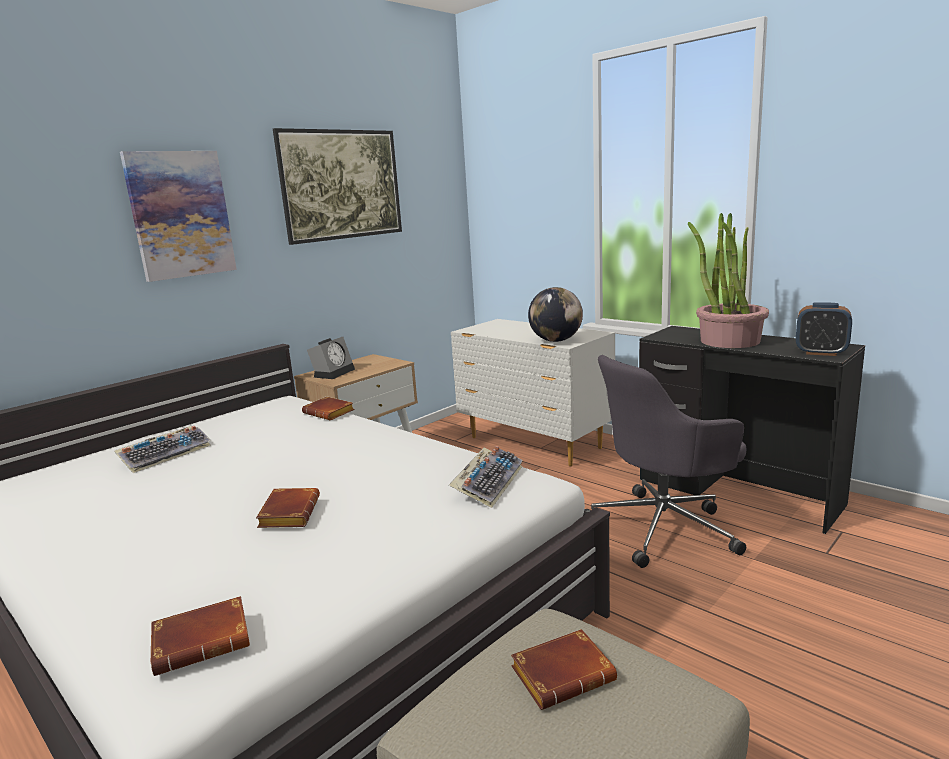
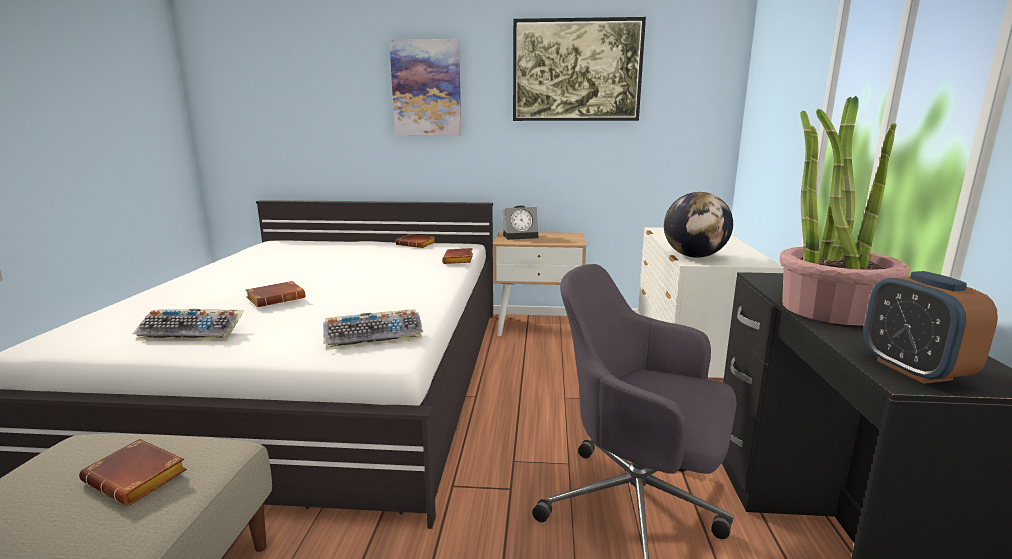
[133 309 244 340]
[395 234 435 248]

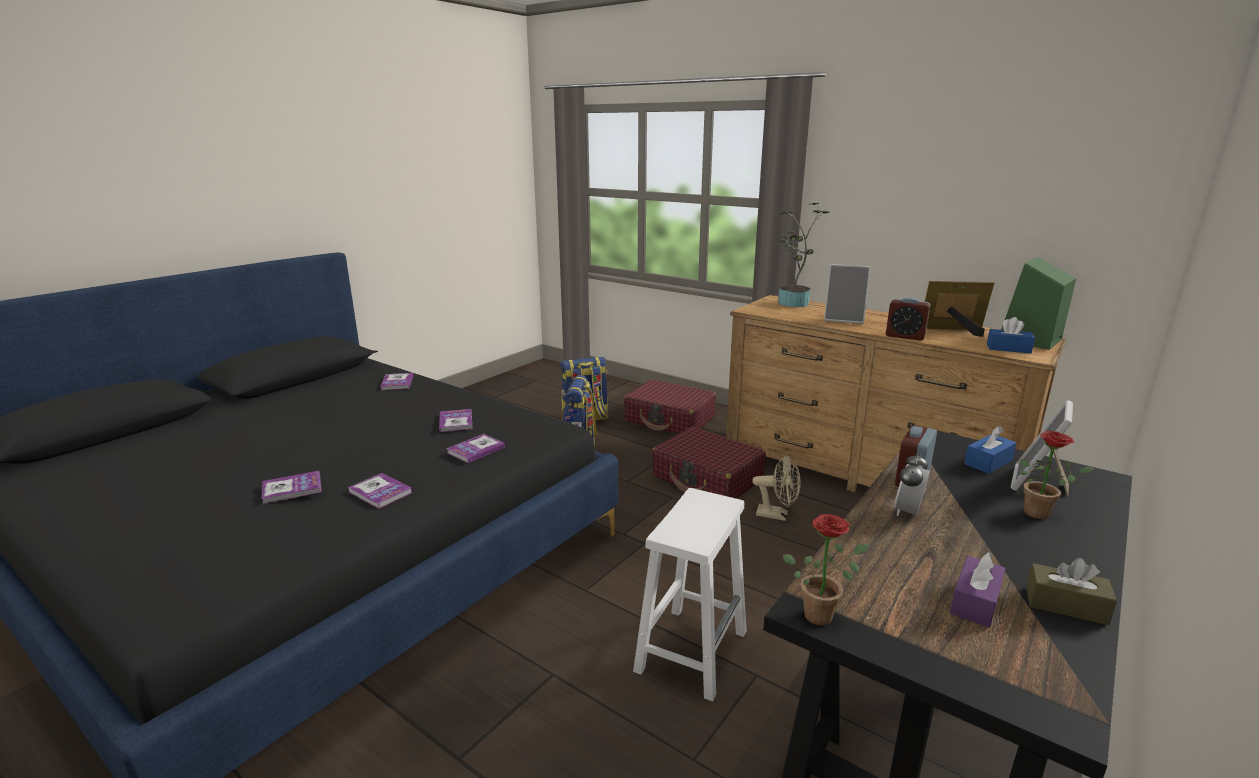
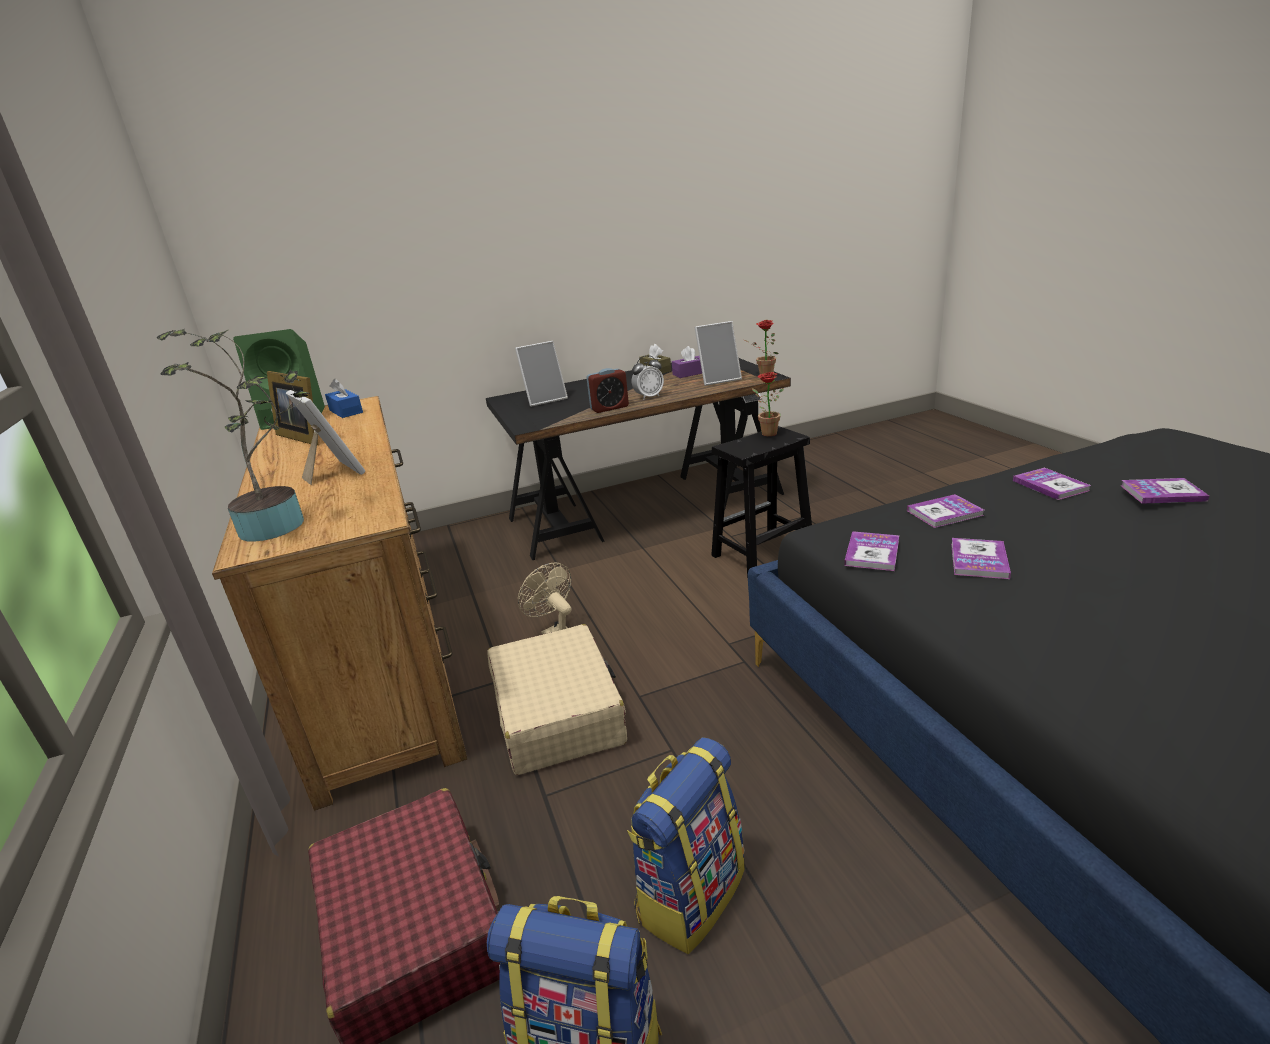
[487 624 627 775]
[695 321 742 386]
[711 426 812 578]
[752 372 784 436]
[844 531 899 571]
[886 298 930 341] (first image)
[964 426 1016 474] (first image)

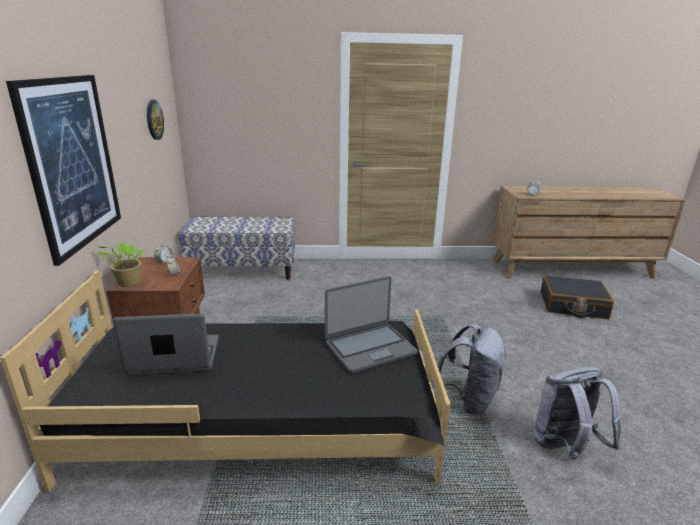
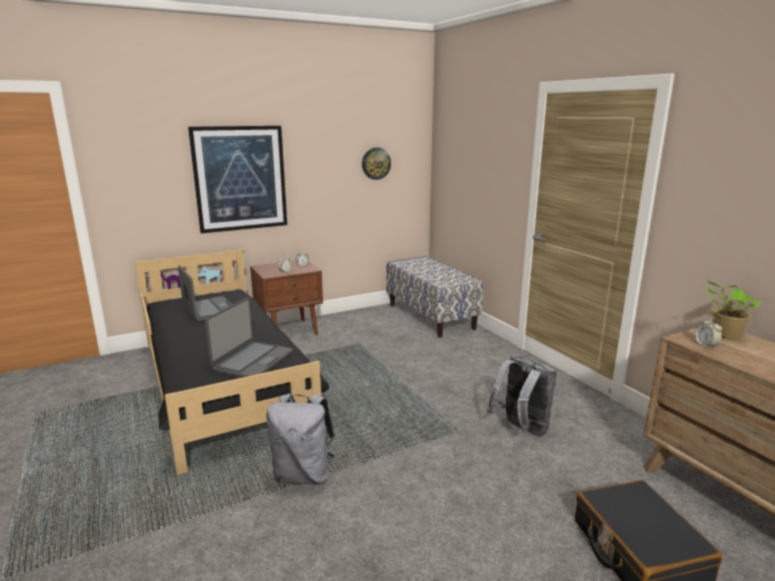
[205 297 293 377]
[487 356 557 436]
[703 281 762 339]

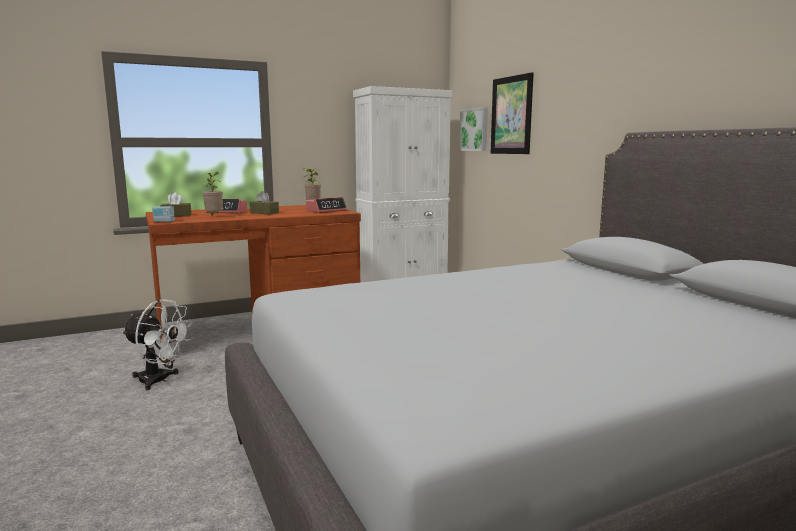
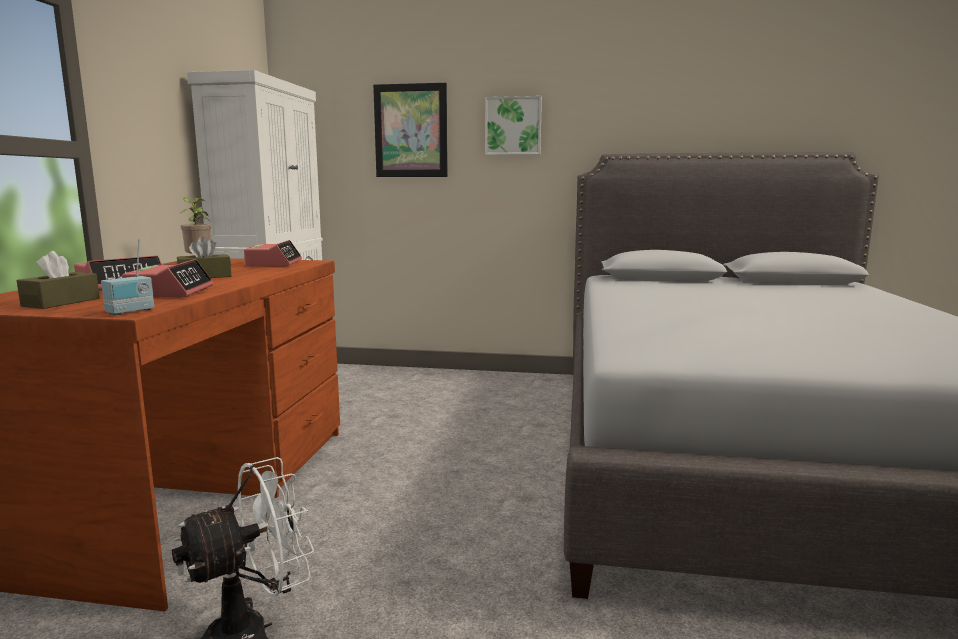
[122 259 213 298]
[485 96 542 155]

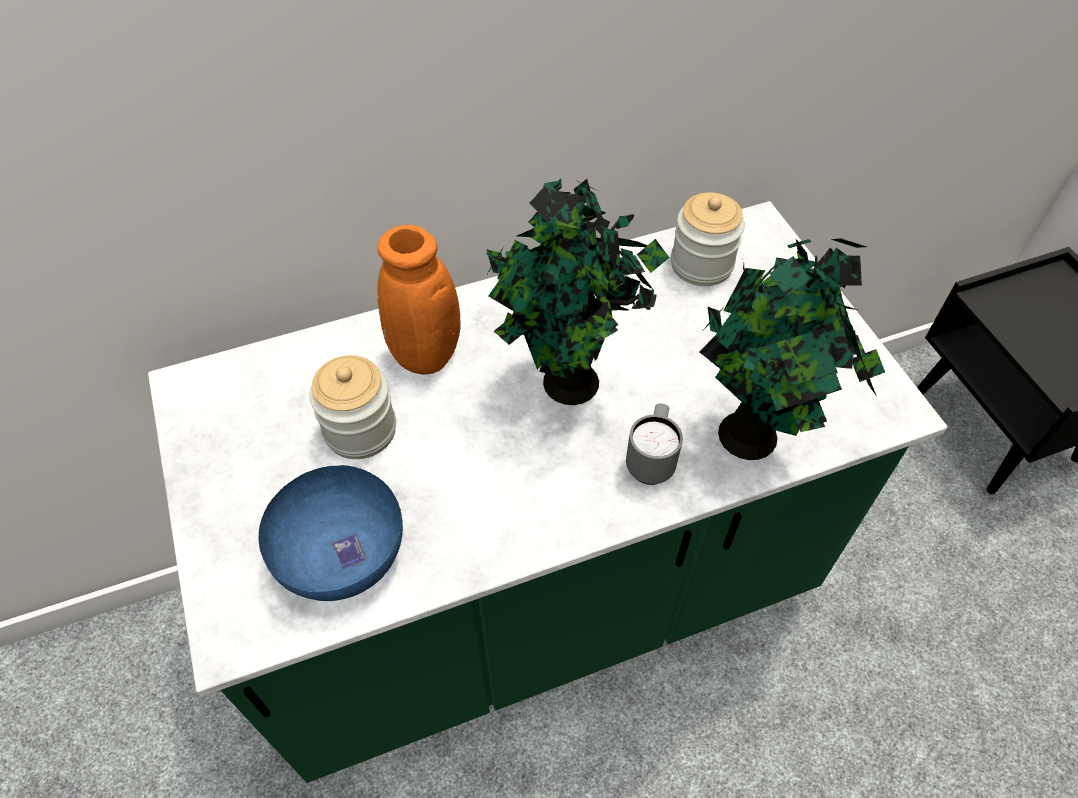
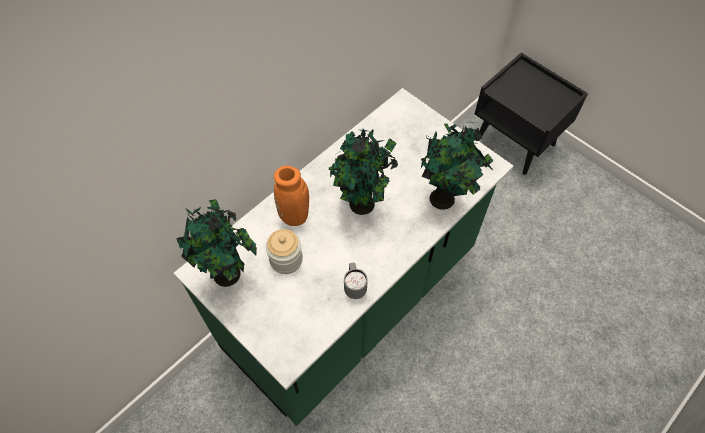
[176 199 257 287]
[344 263 368 299]
[258 465 403 601] (first image)
[671 192 745 286] (first image)

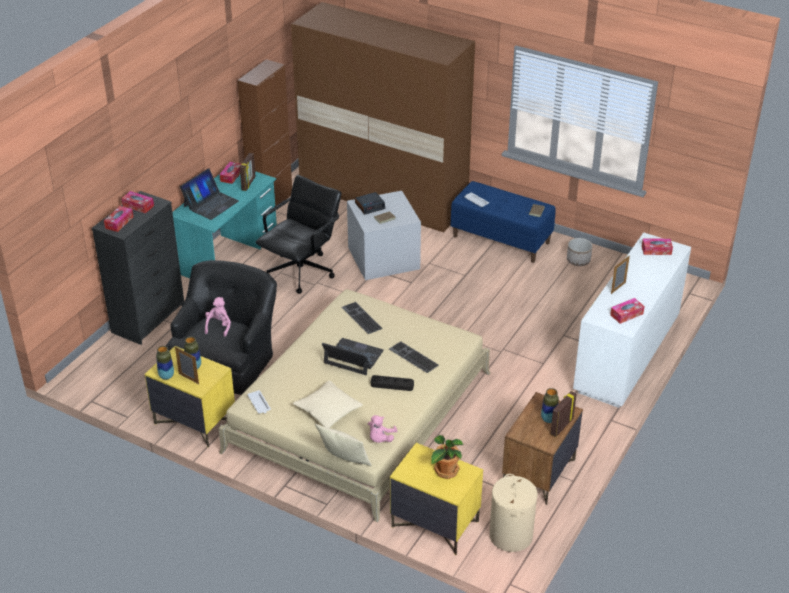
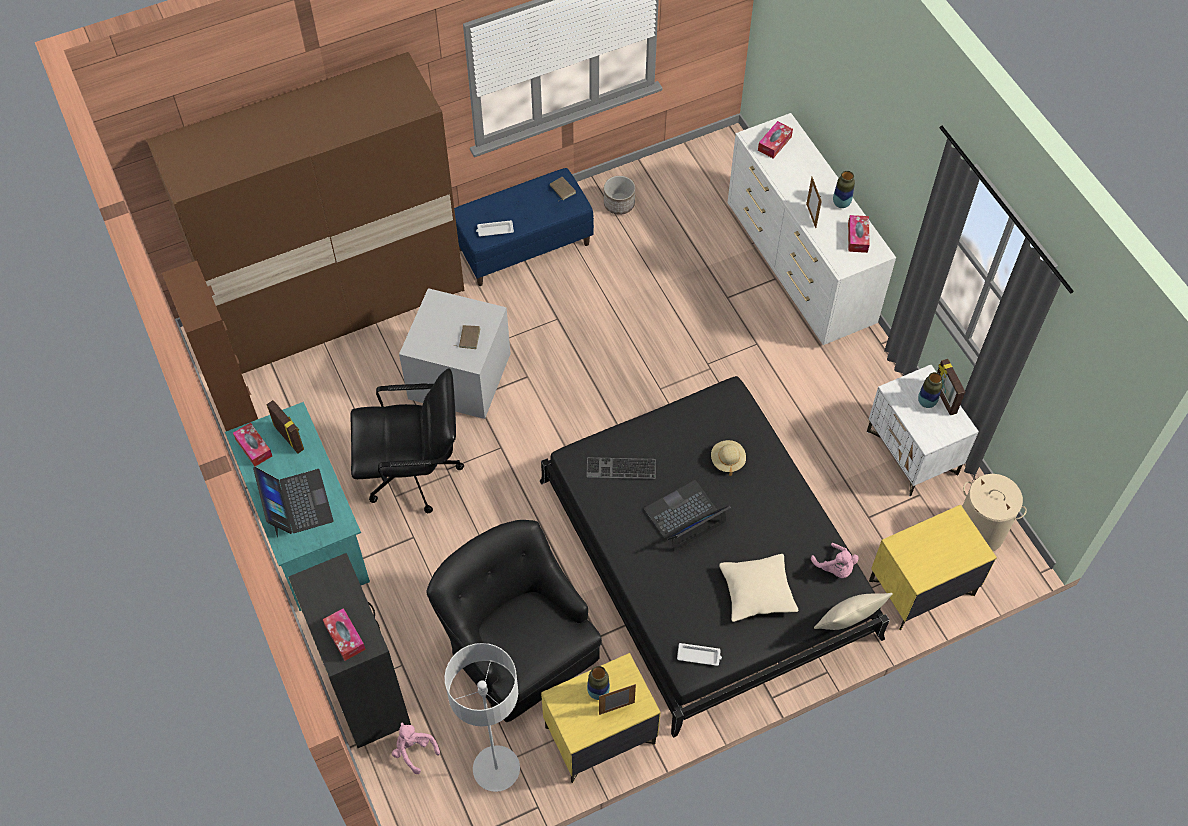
[350 368 464 514]
[392 723 440 774]
[444 643 520 792]
[540 376 890 738]
[711 440 746 476]
[833 171 855 208]
[867 365 979 497]
[121 191 154 213] (first image)
[355 192 385 214] (first image)
[371 375 414 391] (first image)
[431 435 463 479] (first image)

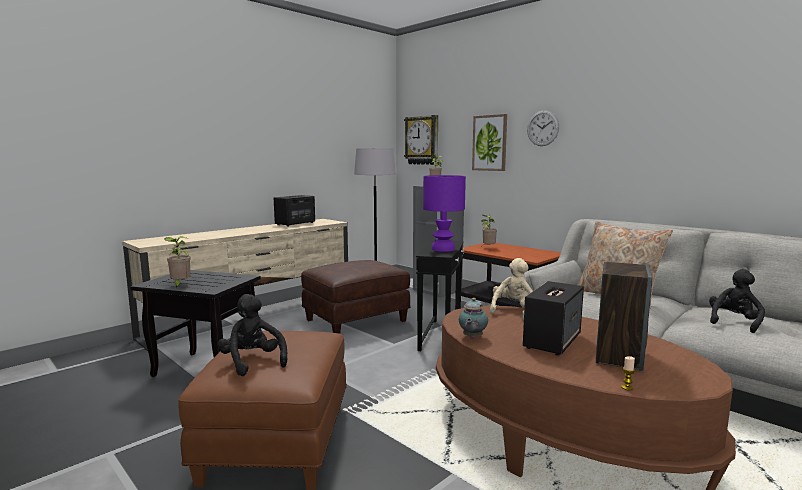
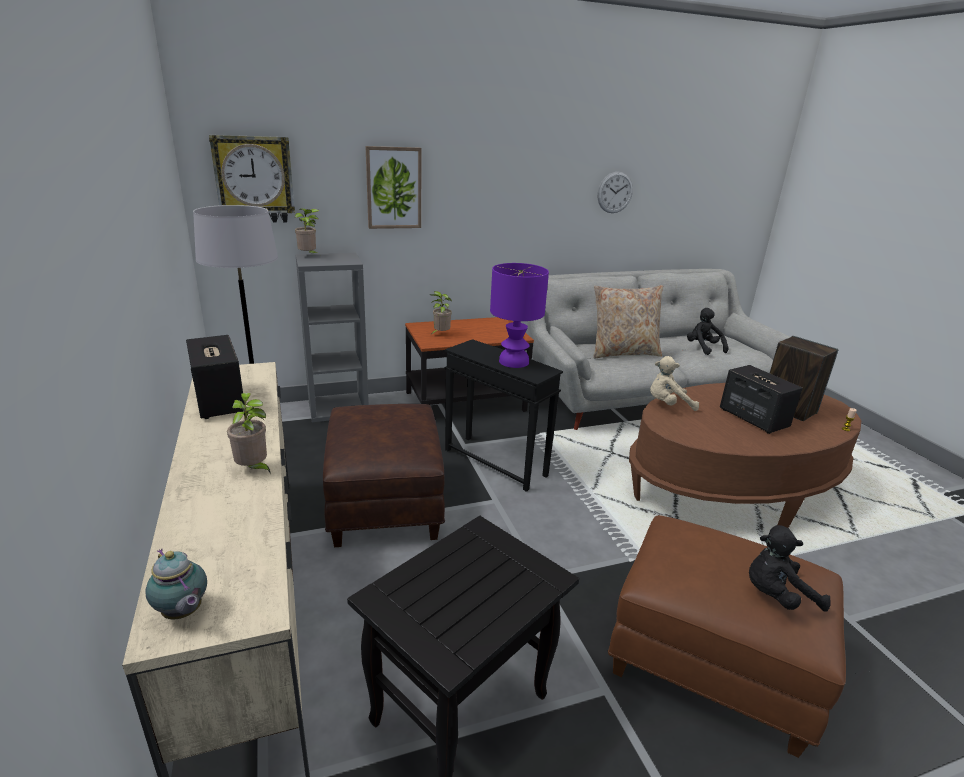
[146 549 207 619]
[227 393 271 474]
[597 172 633 213]
[650 356 699 411]

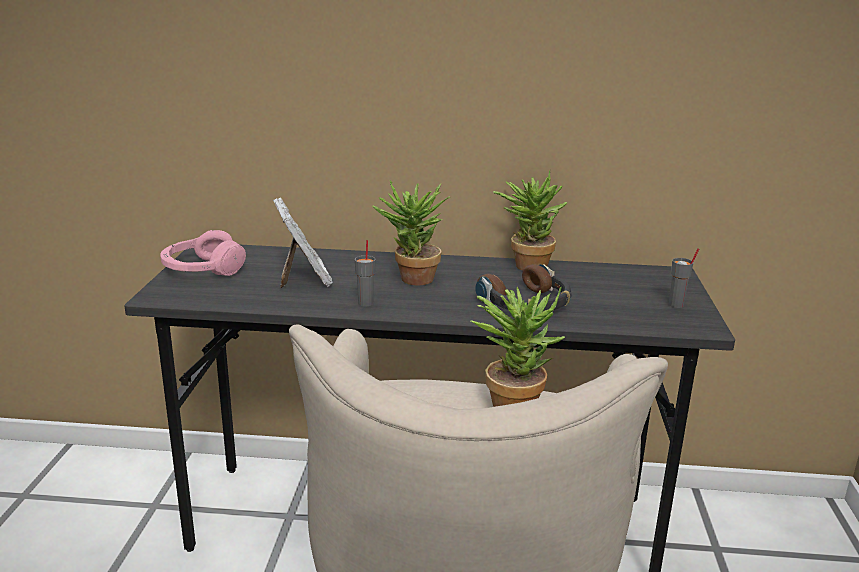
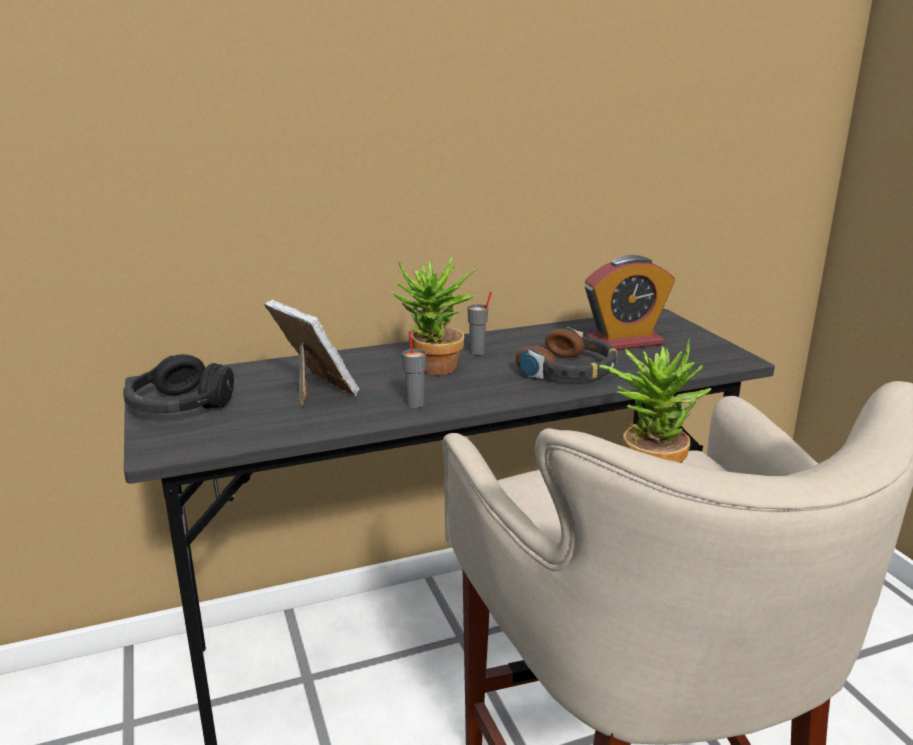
[123 354 234 413]
[467 292 492 355]
[584 255 675 350]
[493 170 568 271] (first image)

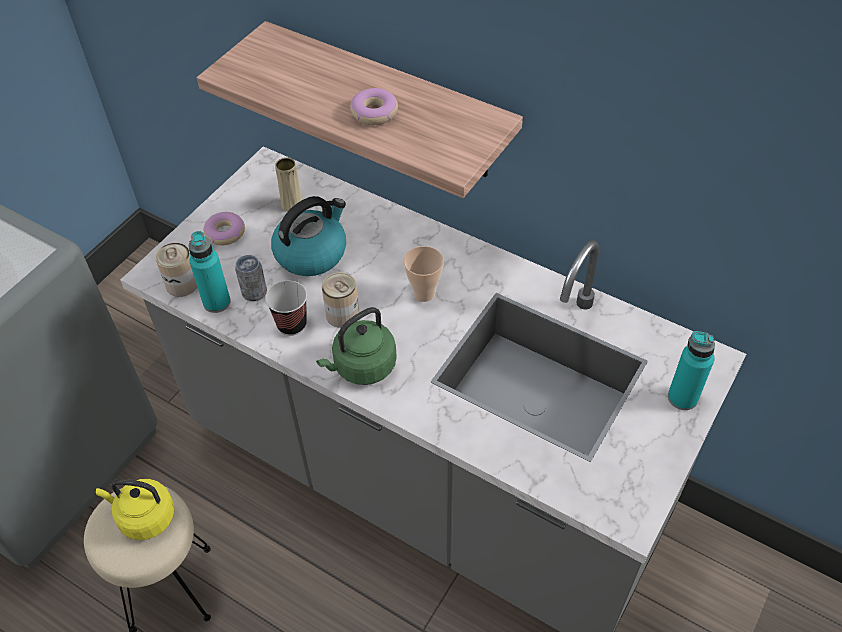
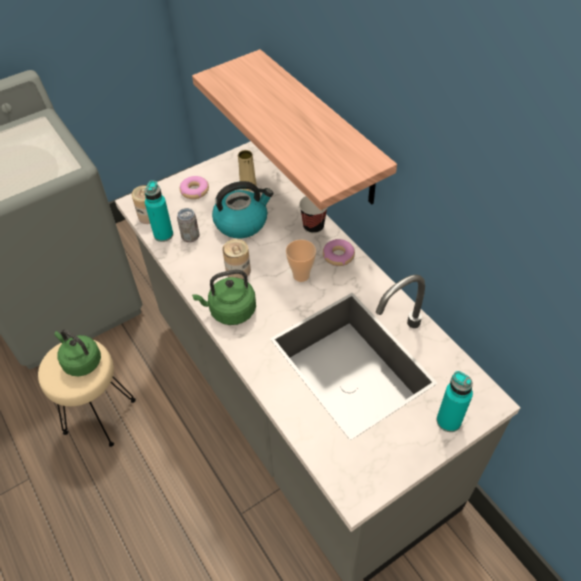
[54 330 101 376]
[299 196 328 234]
[323 239 355 266]

